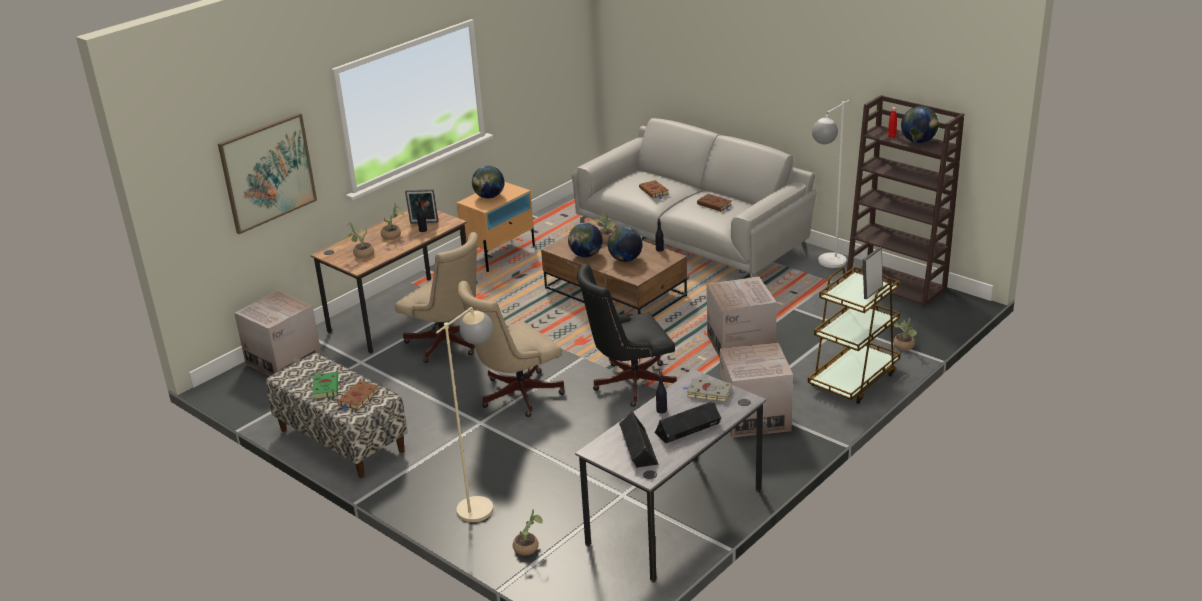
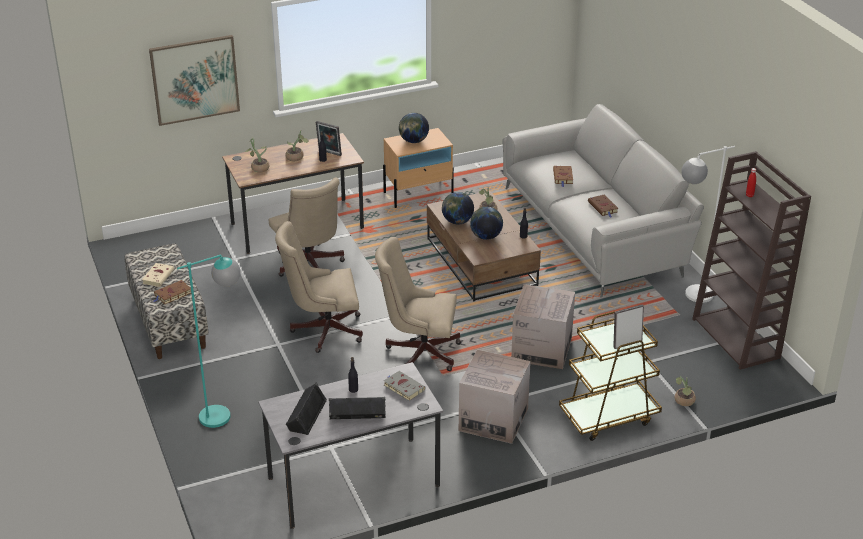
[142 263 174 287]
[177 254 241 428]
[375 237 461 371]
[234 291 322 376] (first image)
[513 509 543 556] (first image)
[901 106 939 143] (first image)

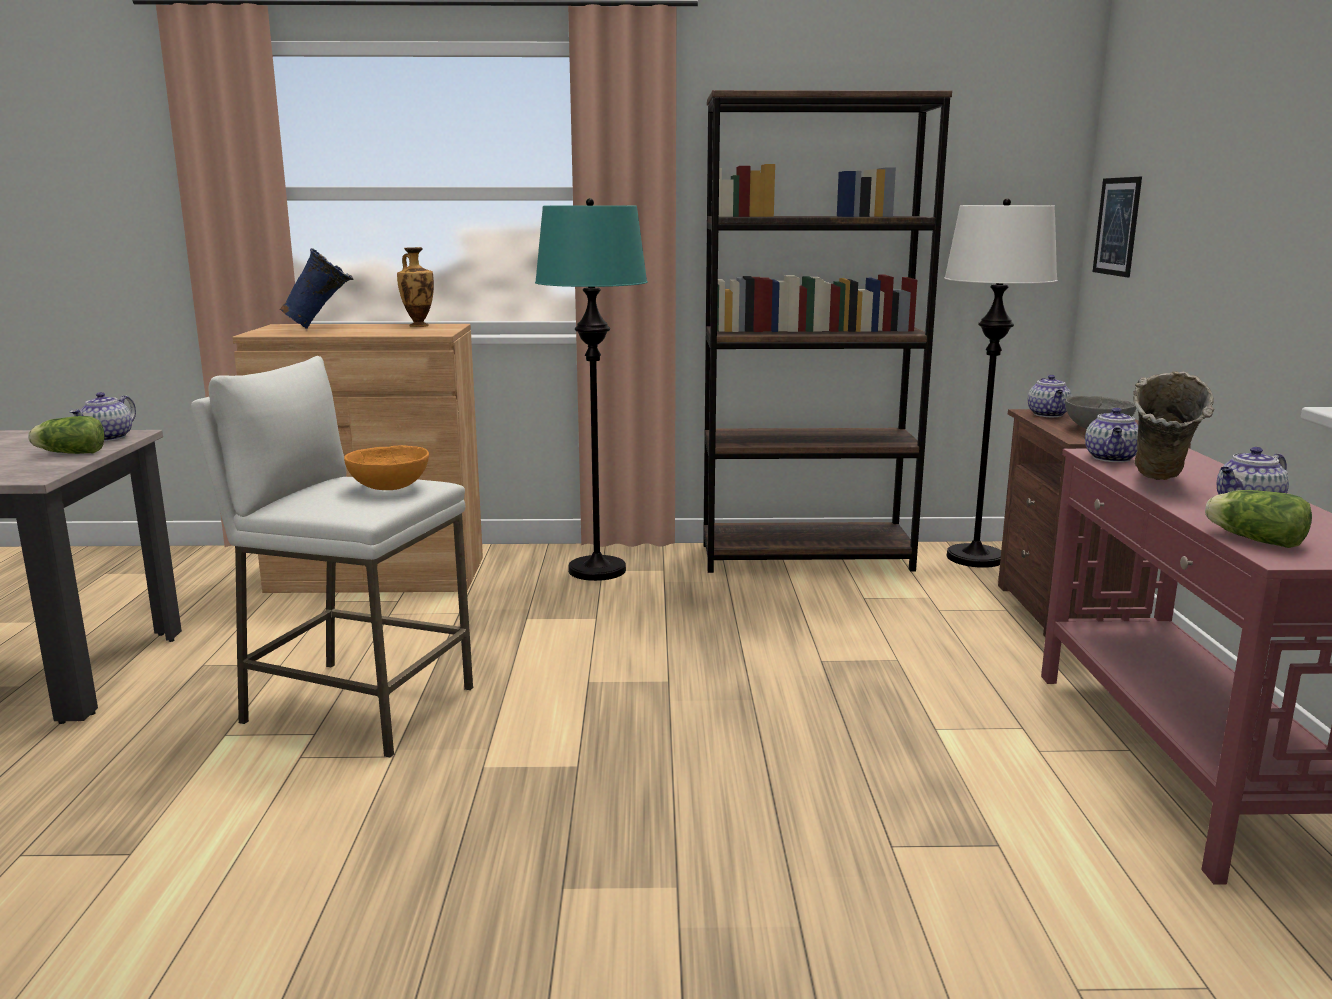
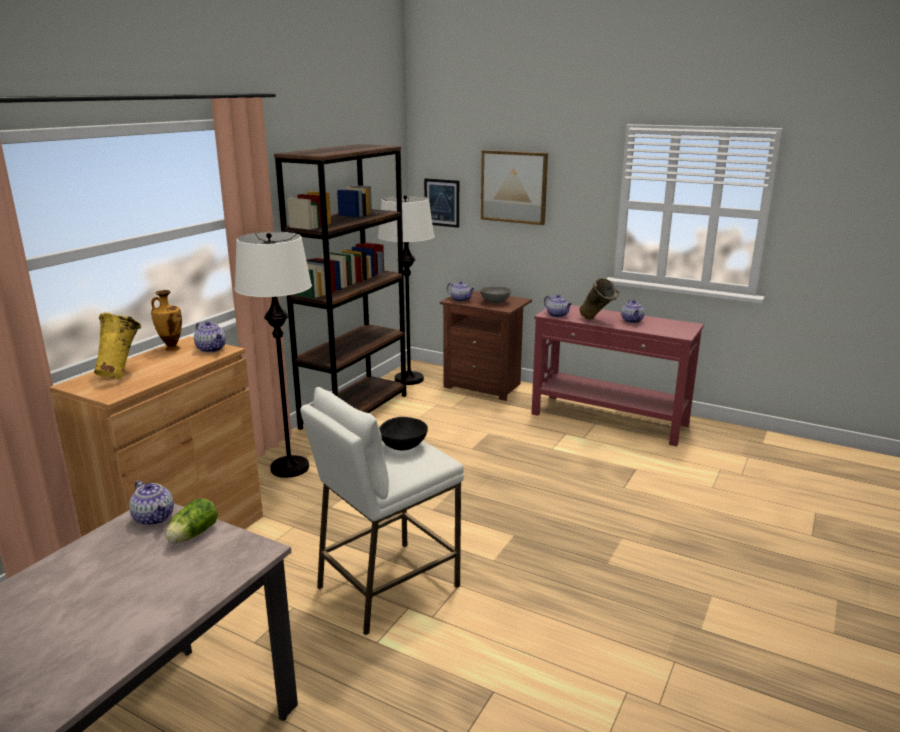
[94 313 141 379]
[194 321 226 353]
[235 232 312 478]
[379 417 428 450]
[481 150 548 225]
[1205 490 1312 548] (first image)

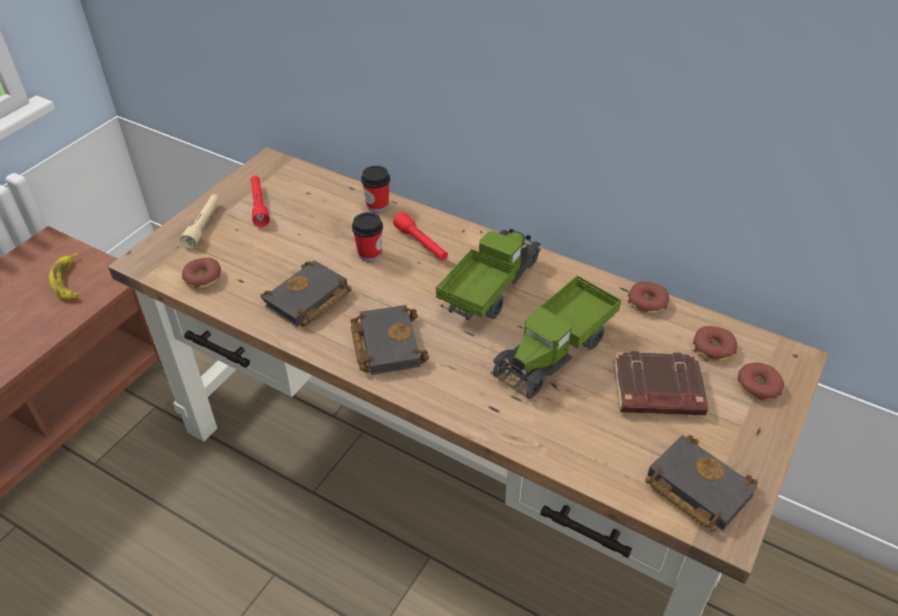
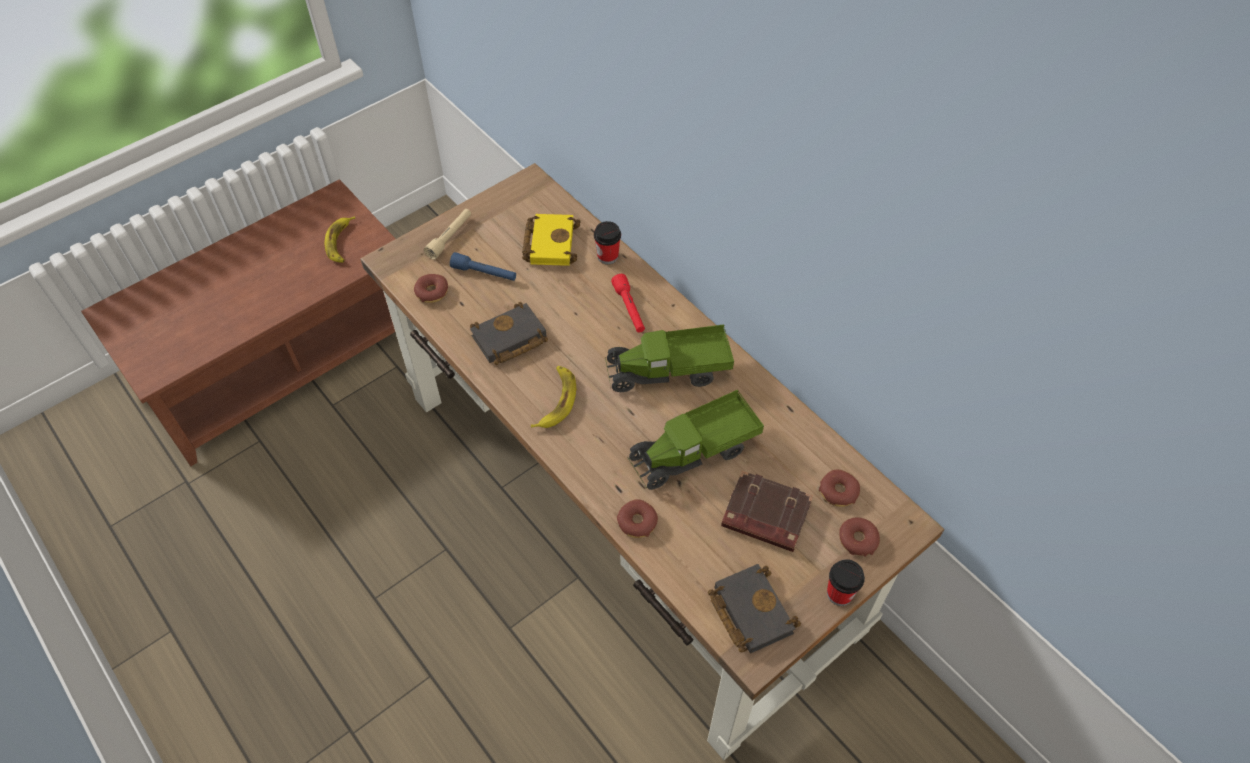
[450 252 516 281]
[522 214 581 266]
[531 366 576 428]
[605 324 734 392]
[617 499 658 538]
[827 559 865 606]
[251 176 270 227] (first image)

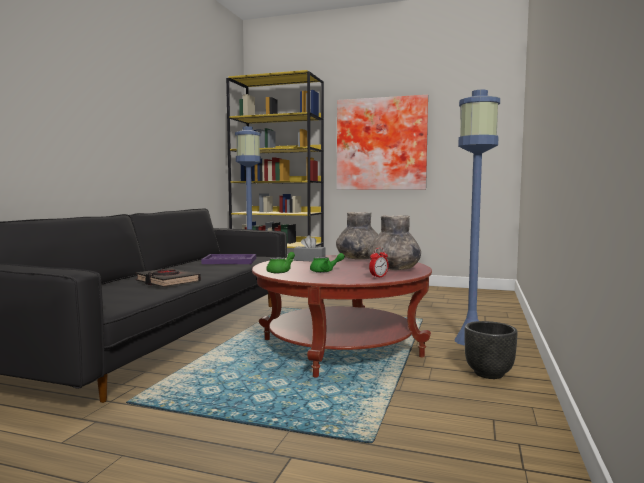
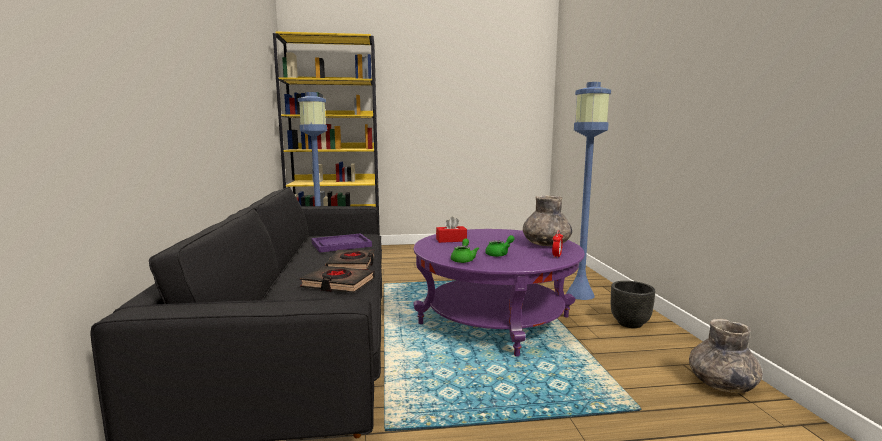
[325 249 375 270]
[414 229 585 357]
[436 217 467 243]
[689 319 763 393]
[337 95 428 190] (first image)

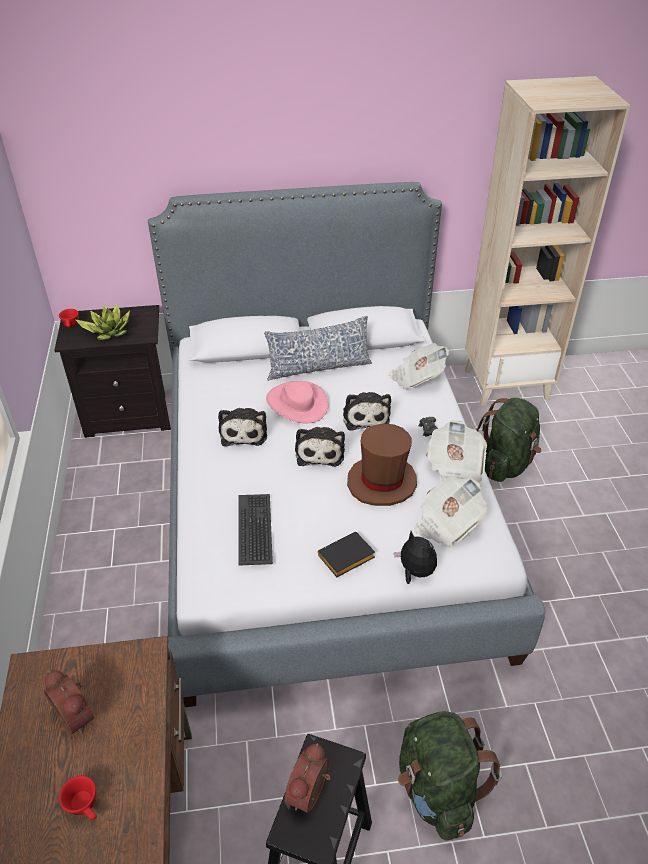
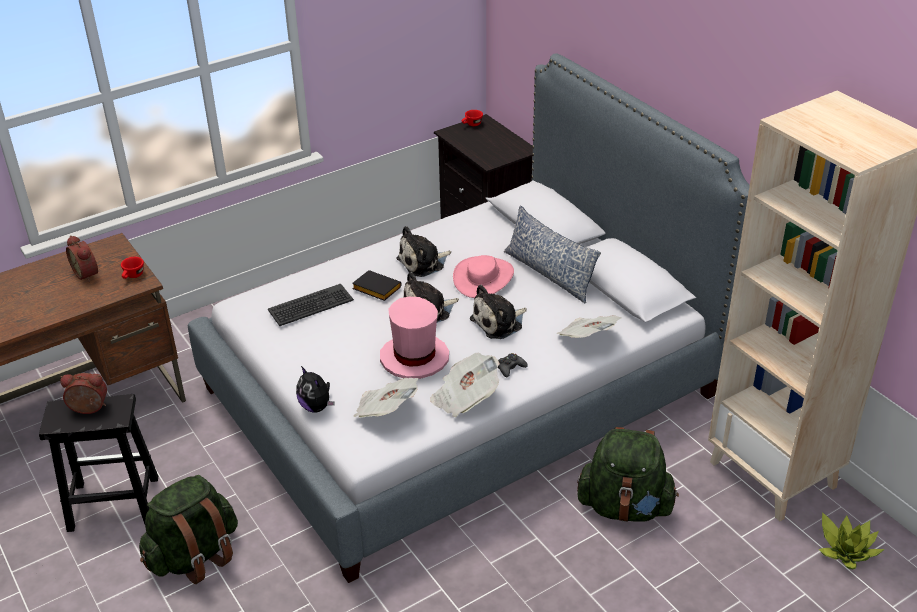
[66 235 98 282]
[121 257 144 279]
[296 366 334 412]
[352 270 401 301]
[380 297 449 379]
[818 512 885 569]

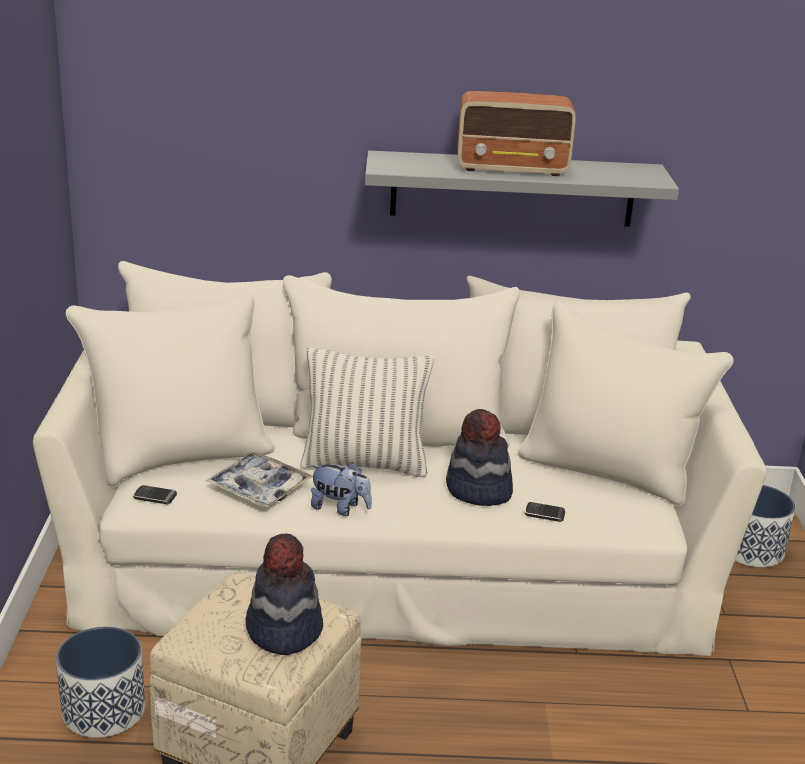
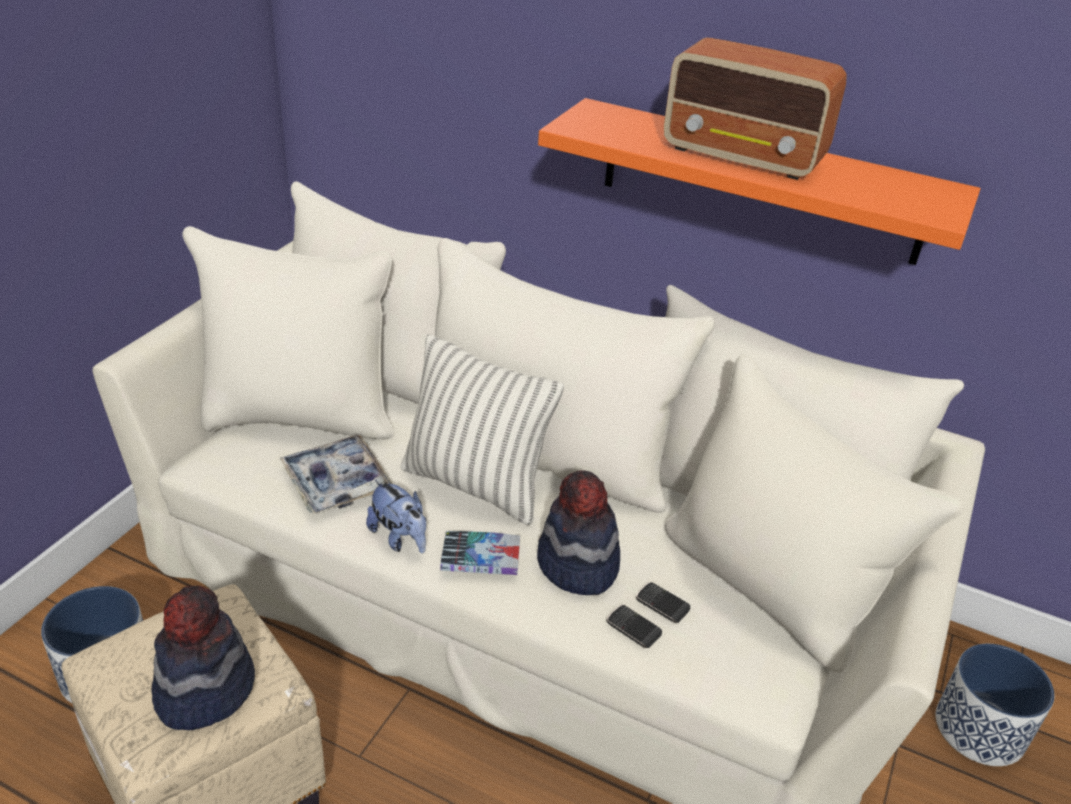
[440 531 520 575]
[538 98 981 265]
[636 582 690 623]

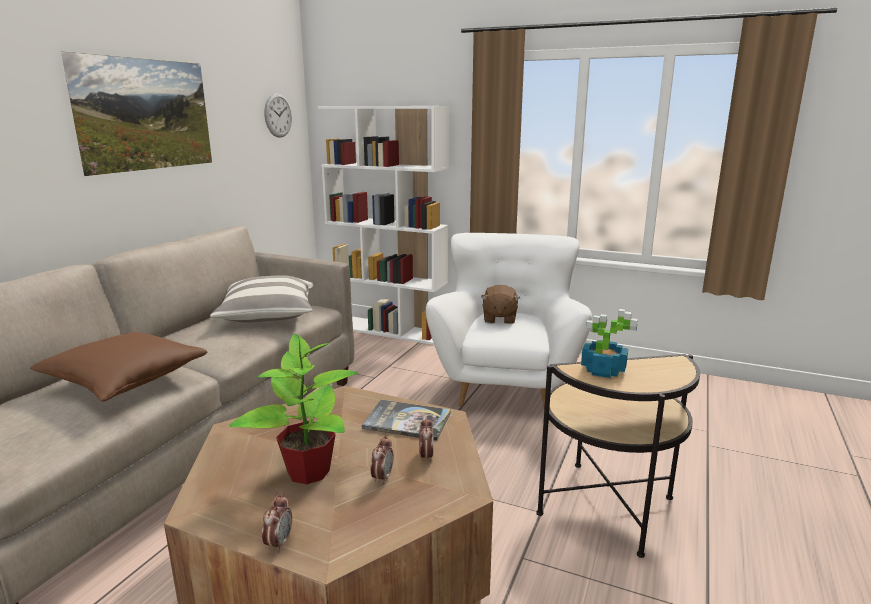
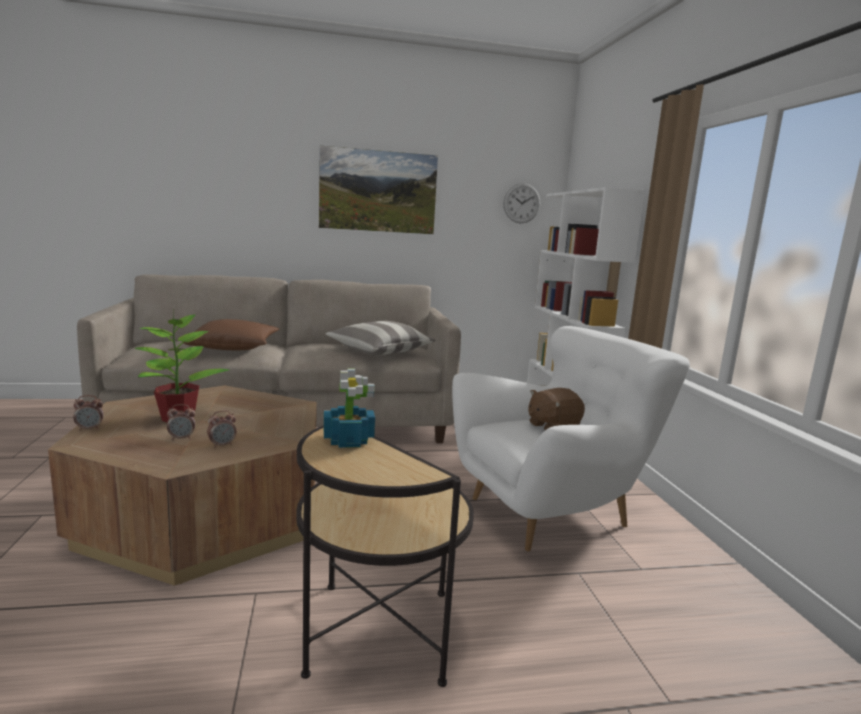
[362 400 451 441] (first image)

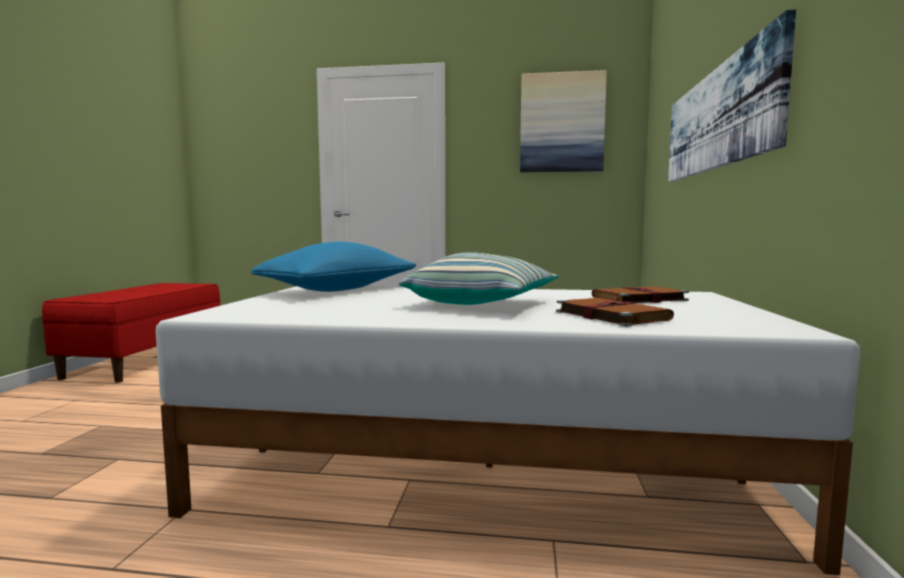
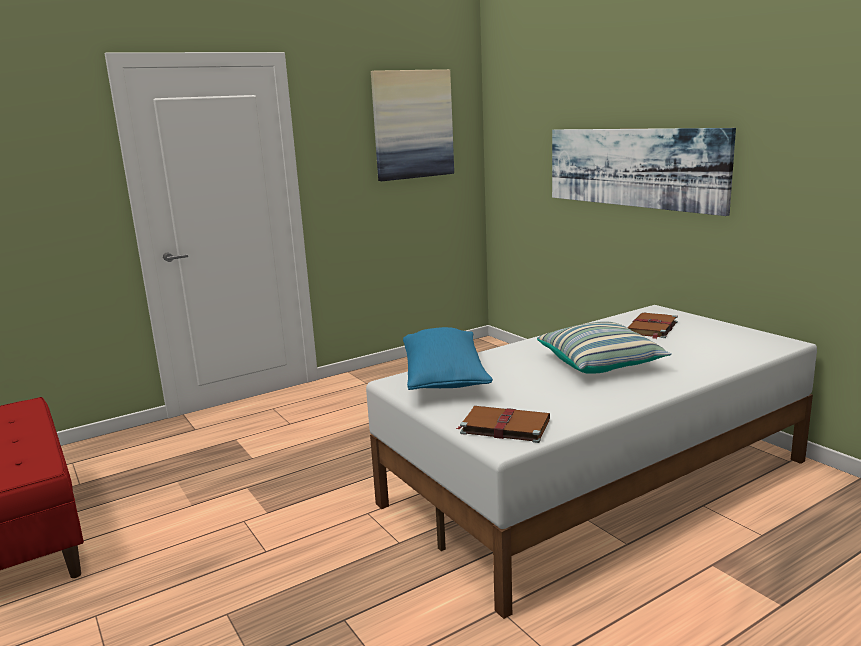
[456 406 550 443]

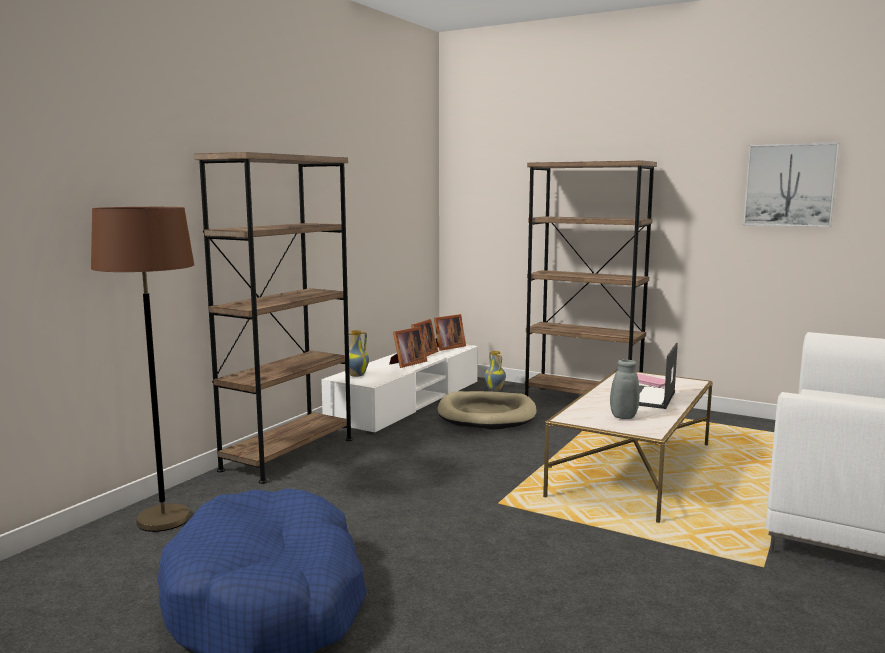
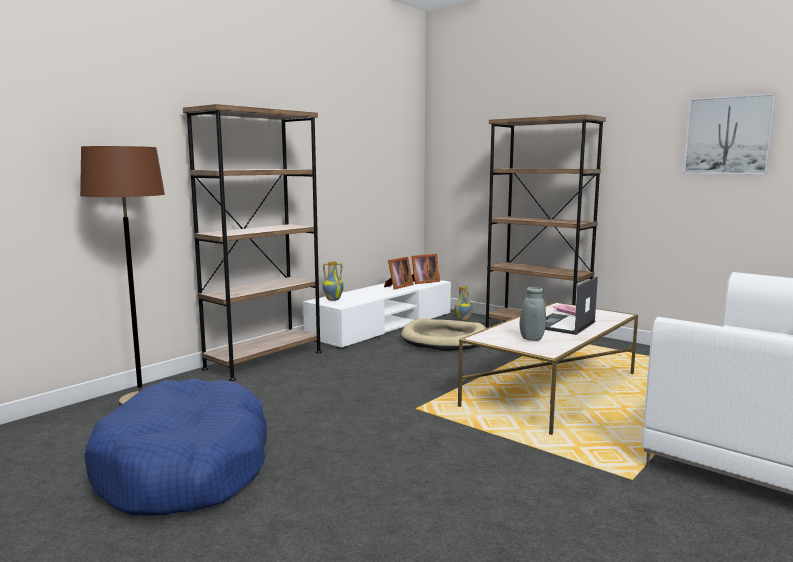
[389 326 427 368] (first image)

